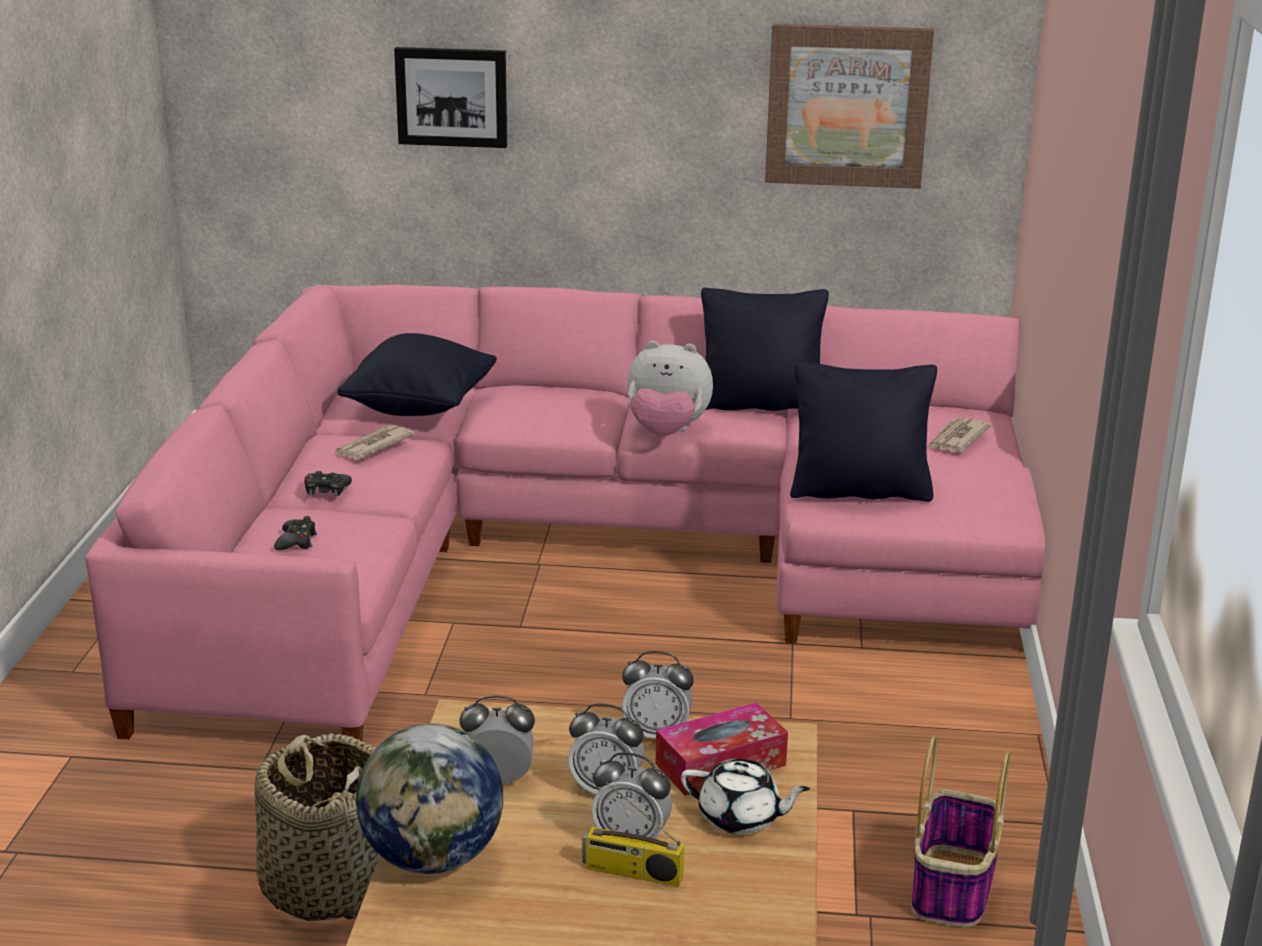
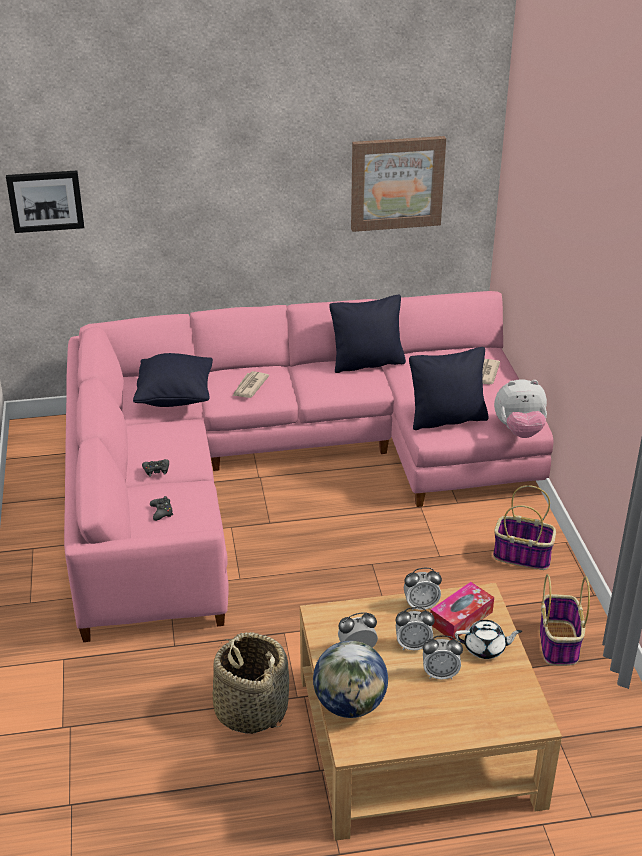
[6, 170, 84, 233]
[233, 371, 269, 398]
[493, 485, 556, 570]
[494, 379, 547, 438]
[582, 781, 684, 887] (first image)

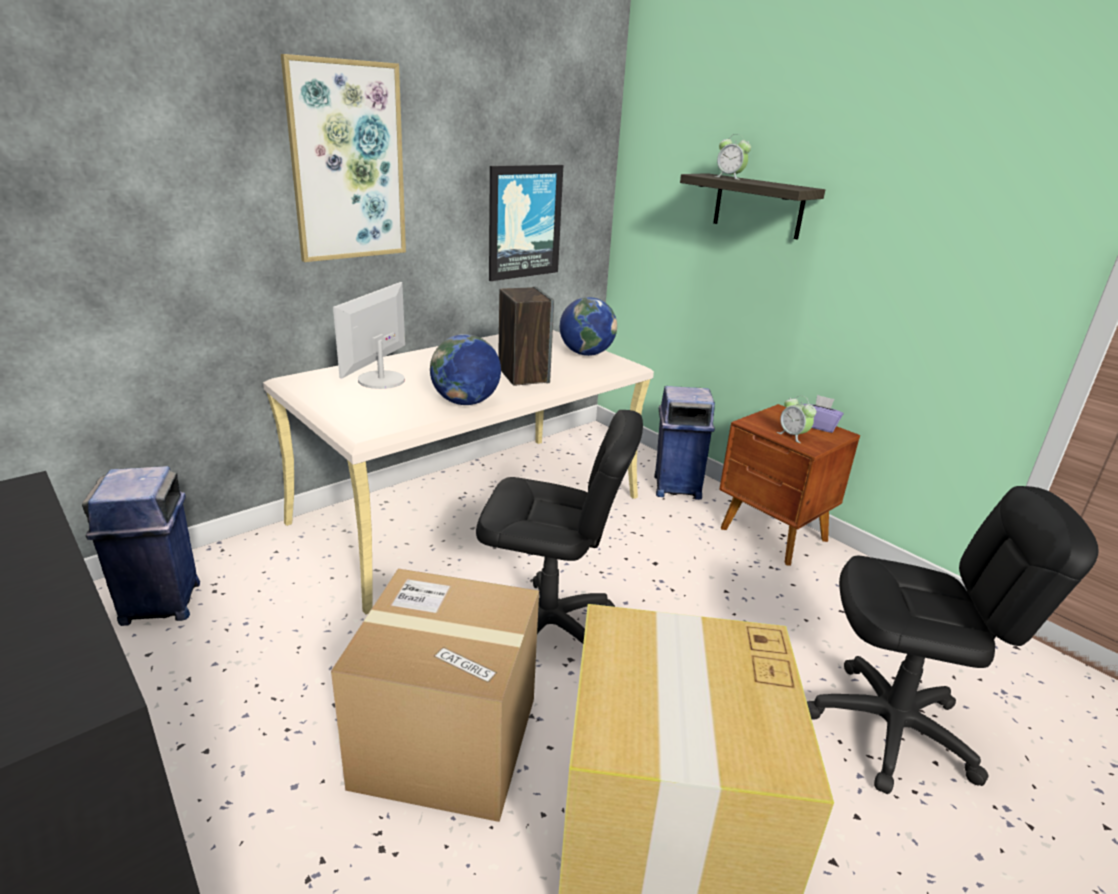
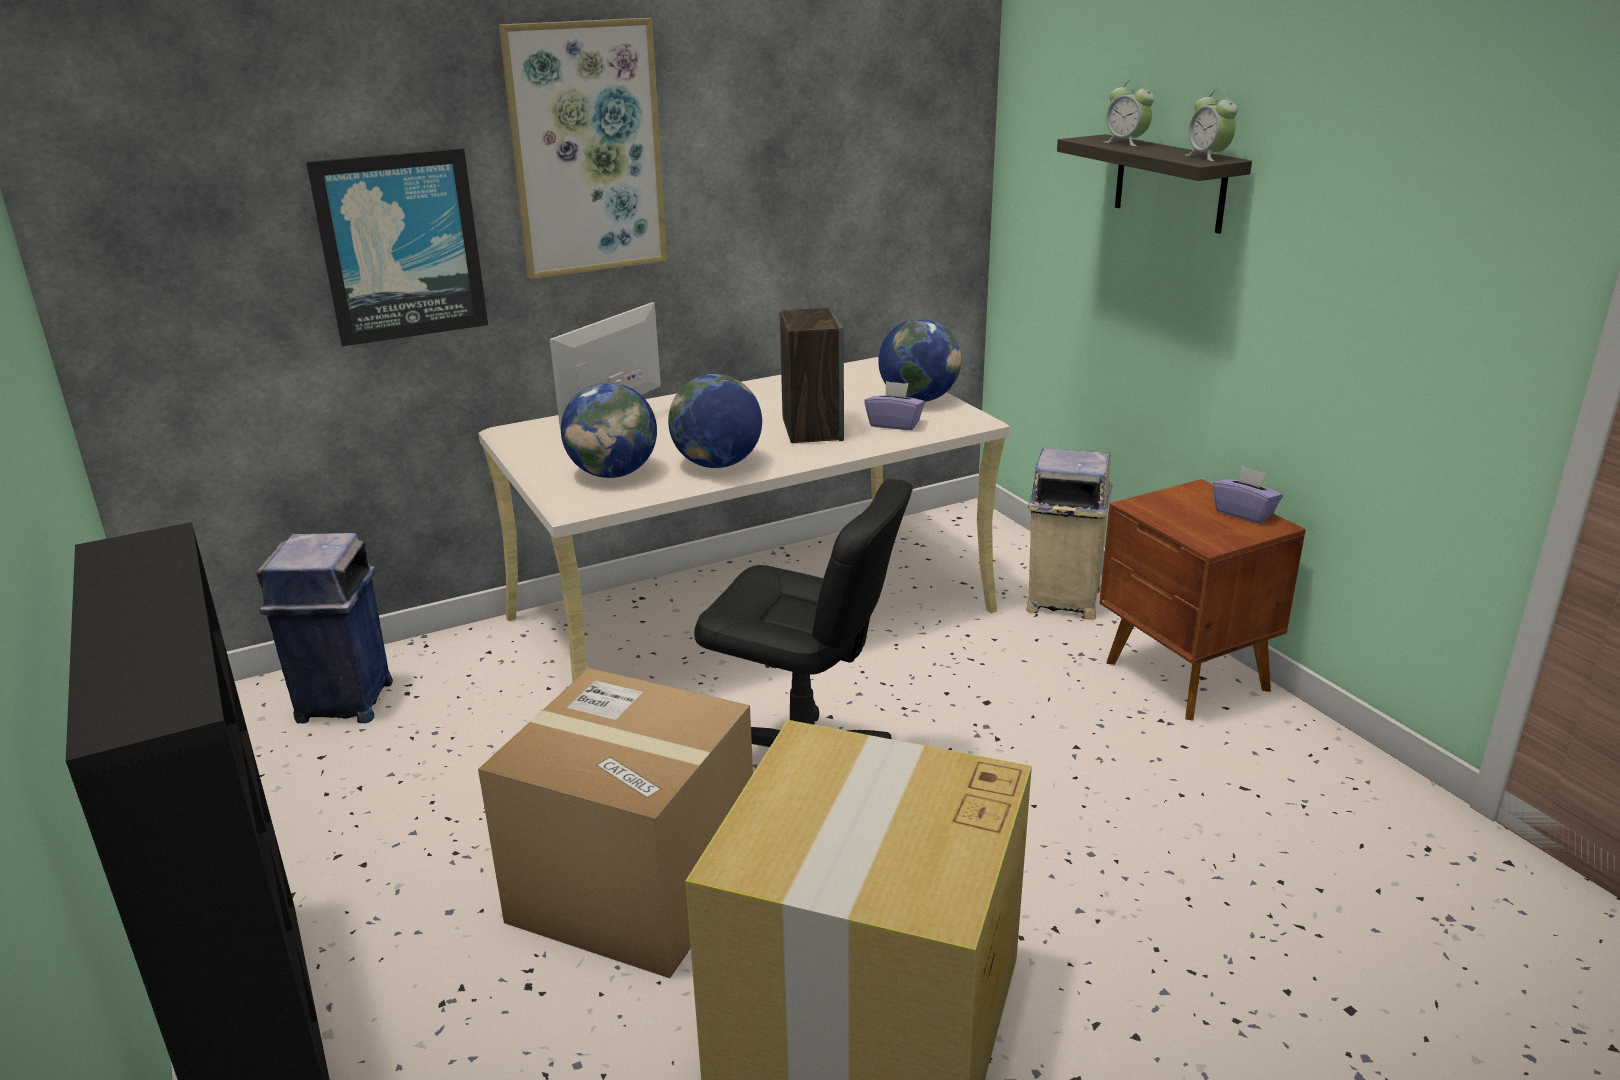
[306, 148, 488, 346]
[561, 382, 657, 478]
[864, 381, 925, 430]
[1026, 448, 1112, 620]
[1185, 89, 1238, 161]
[807, 486, 1099, 794] (first image)

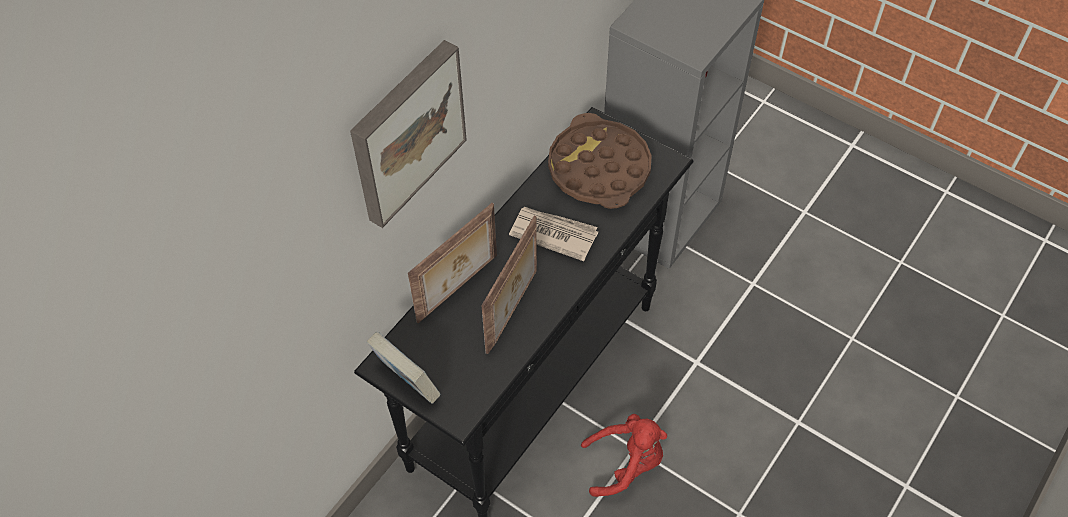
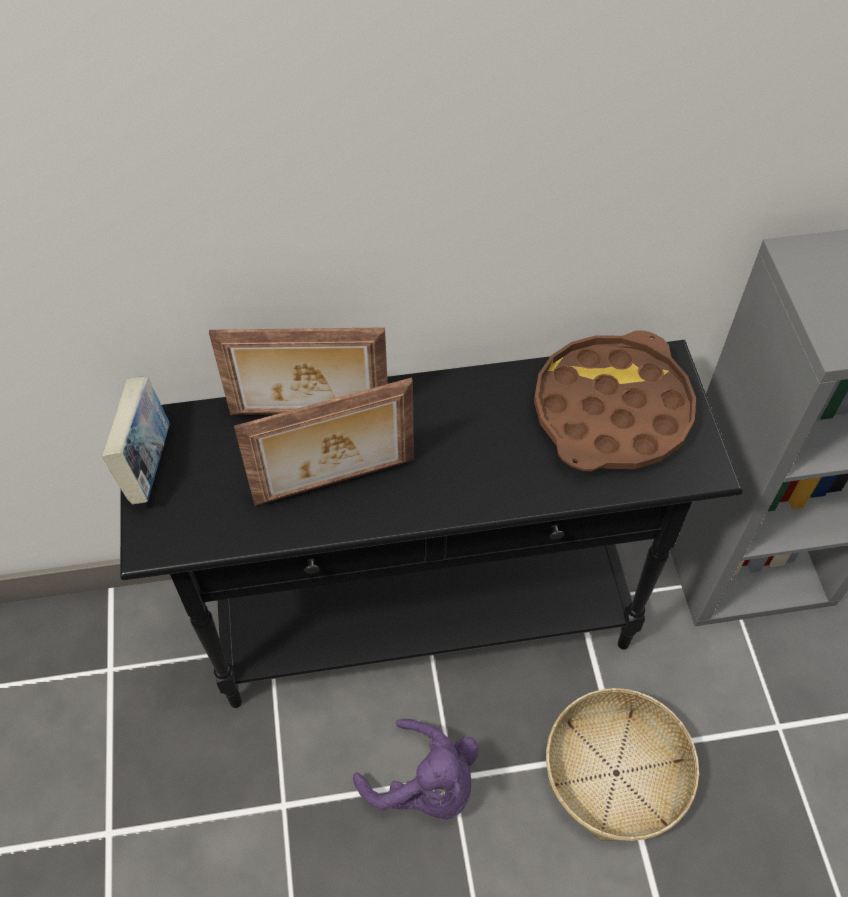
[353, 719, 478, 819]
[546, 688, 699, 841]
[350, 40, 467, 228] (first image)
[509, 207, 598, 261] (first image)

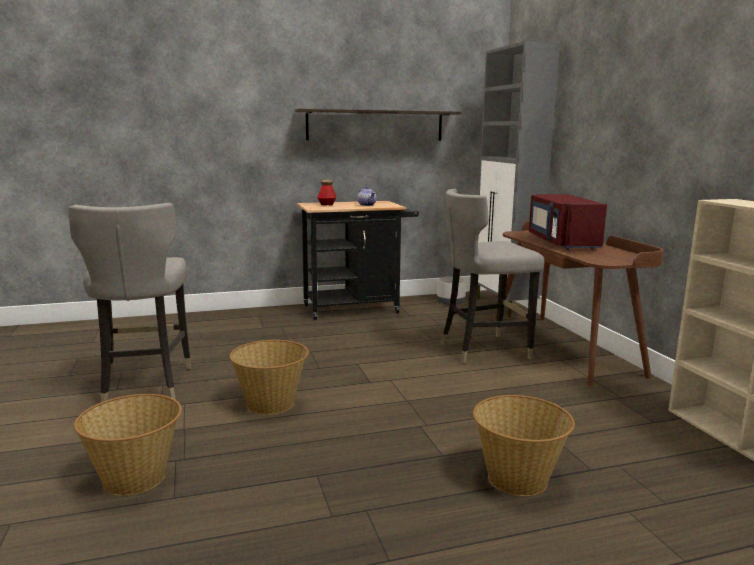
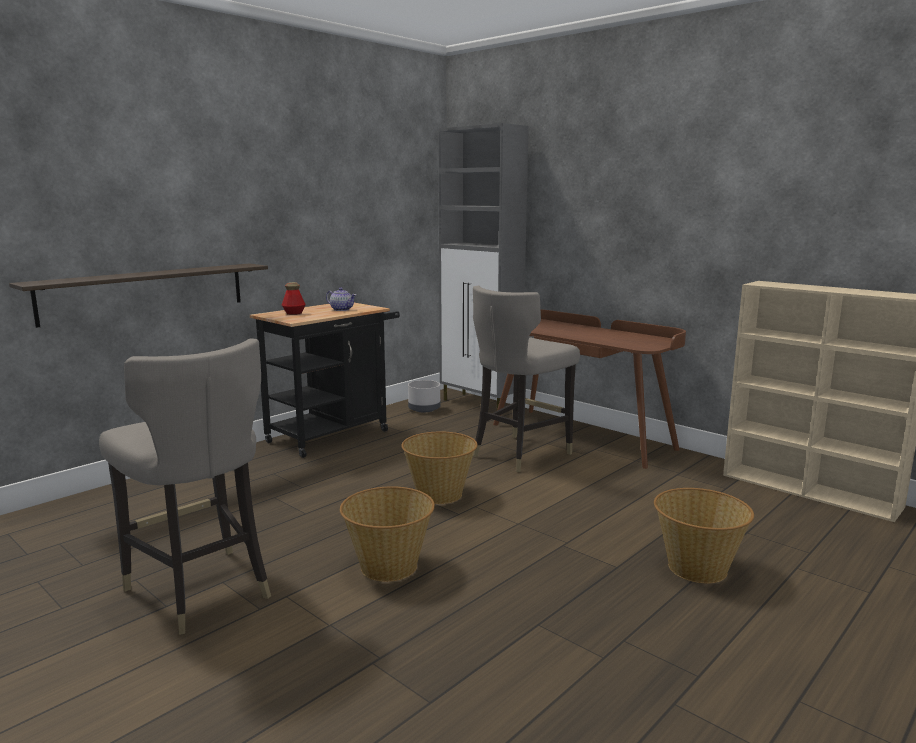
[9, 263, 268, 328]
[401, 432, 478, 504]
[529, 194, 607, 250] (first image)

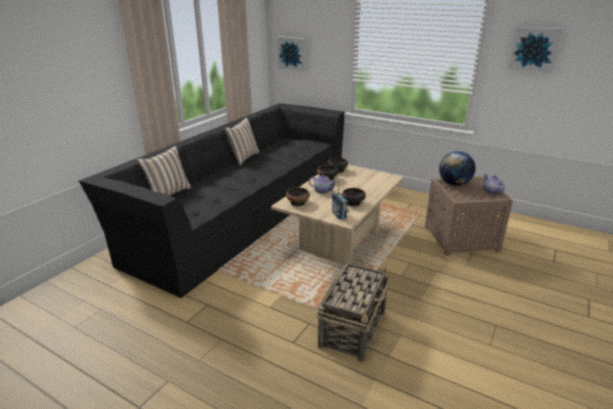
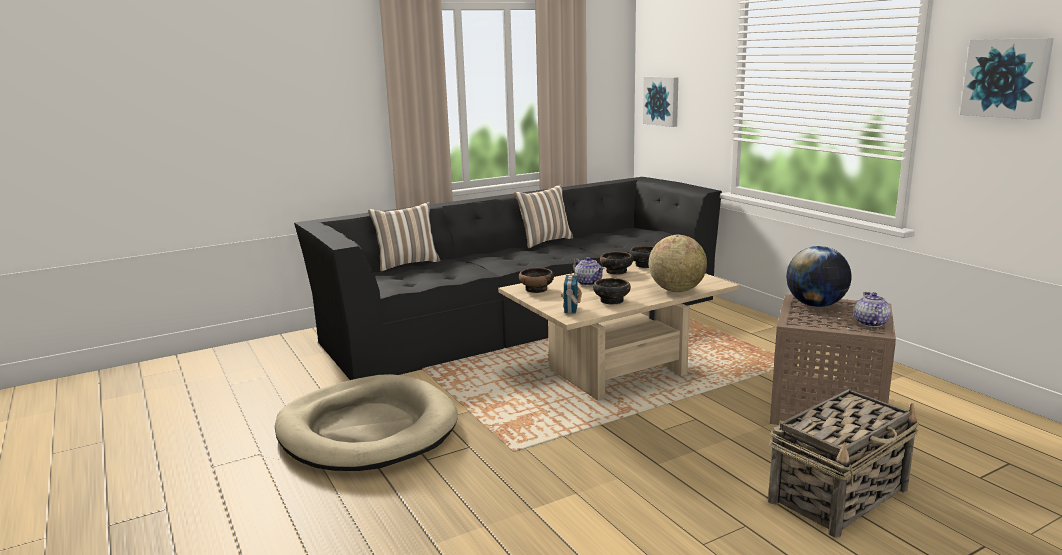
[275, 374, 458, 471]
[649, 235, 707, 292]
[768, 389, 919, 538]

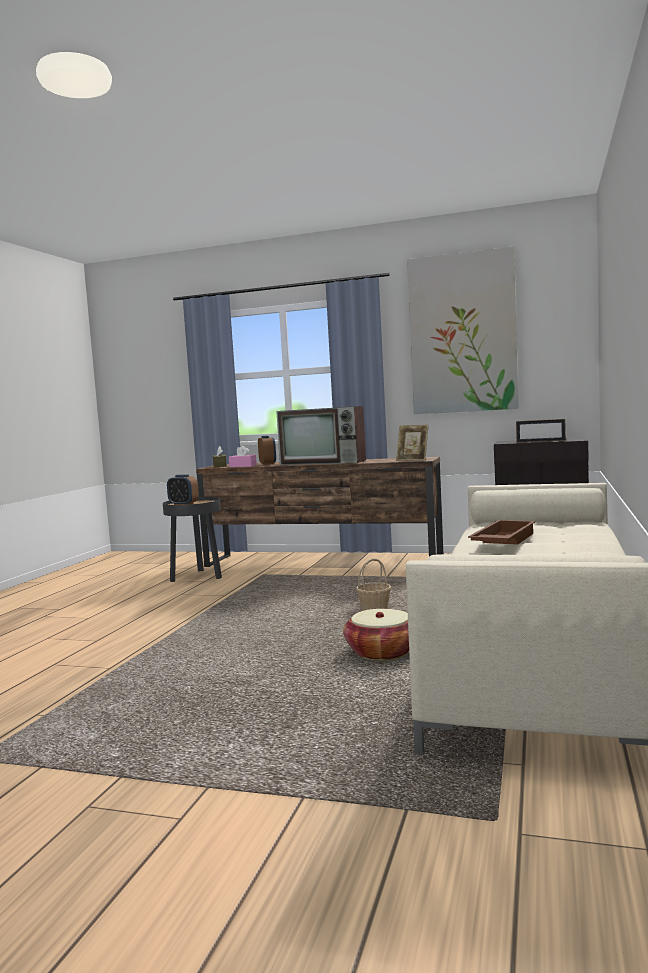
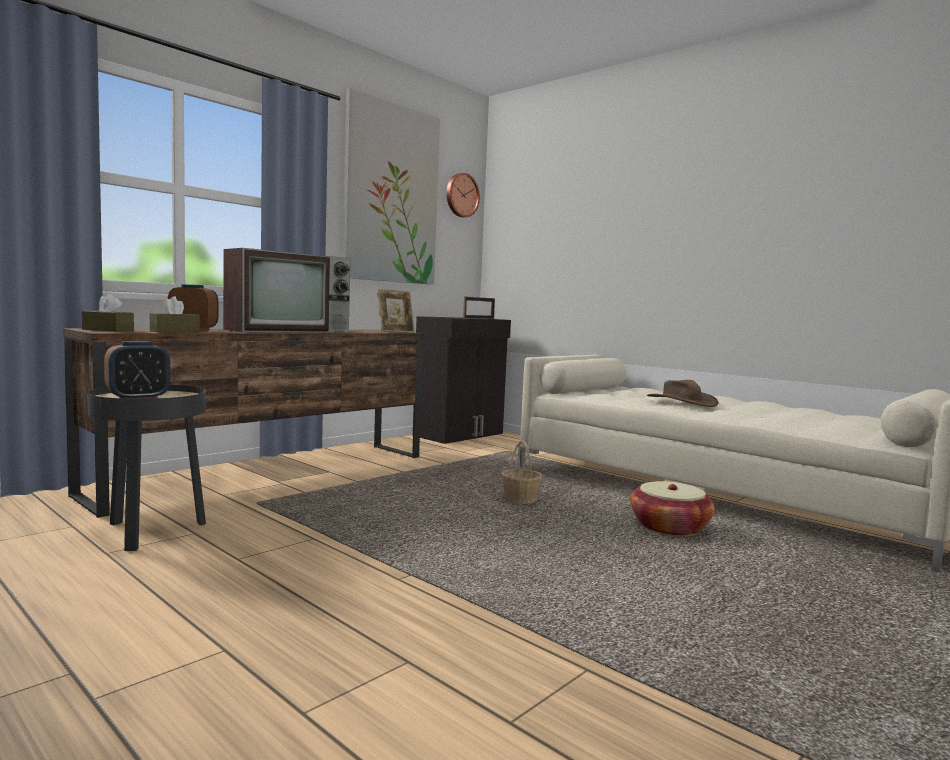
[150, 296, 200, 333]
[446, 173, 480, 217]
[647, 380, 719, 407]

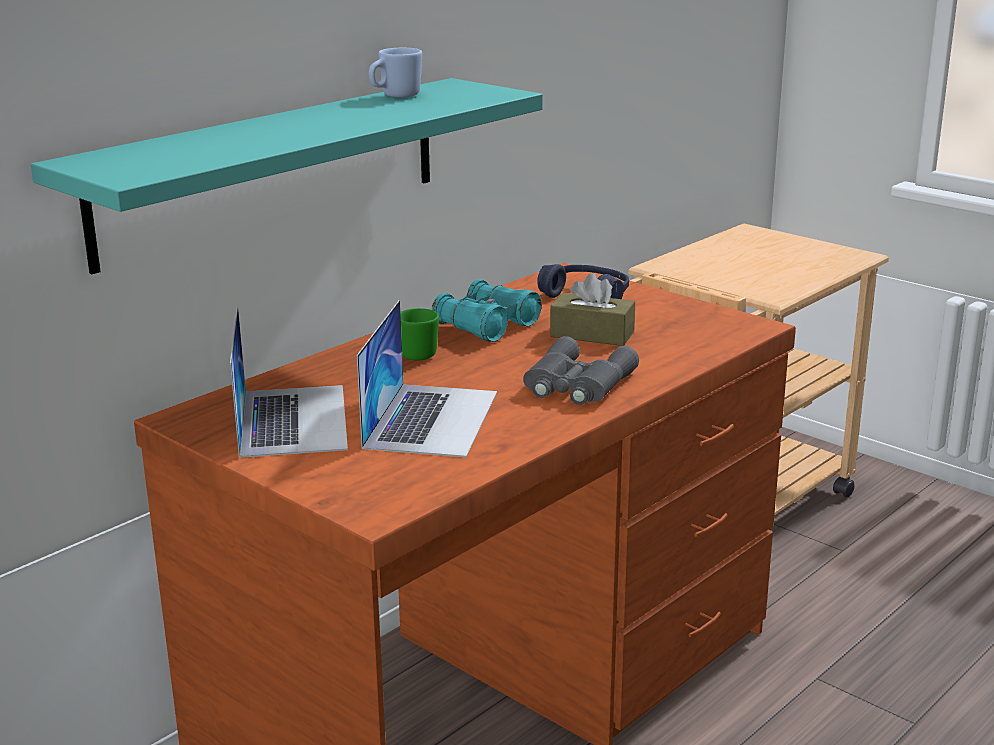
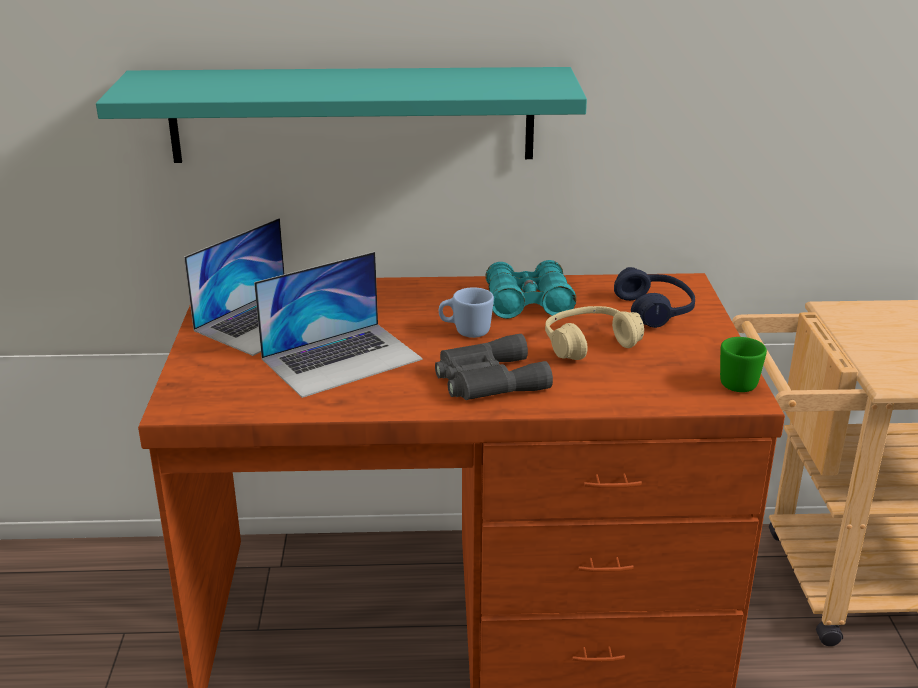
[439, 287, 494, 338]
[545, 306, 644, 360]
[720, 337, 767, 392]

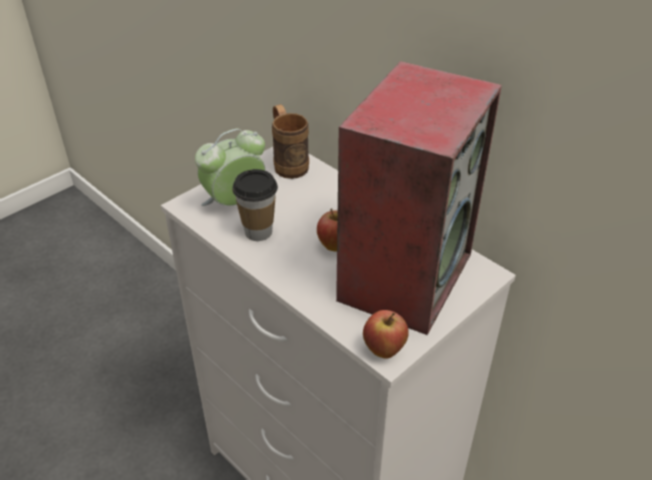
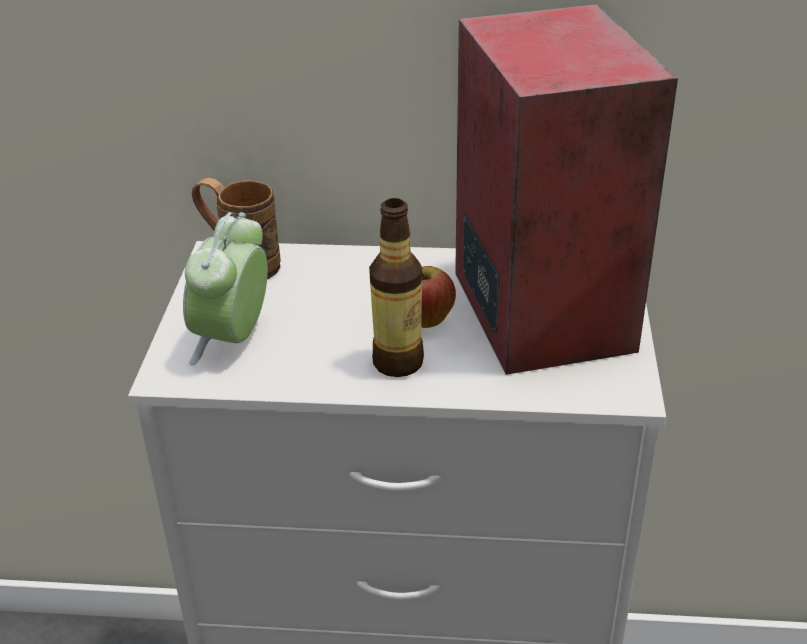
[369, 198, 424, 377]
[232, 169, 278, 241] (first image)
[363, 310, 409, 359] (first image)

